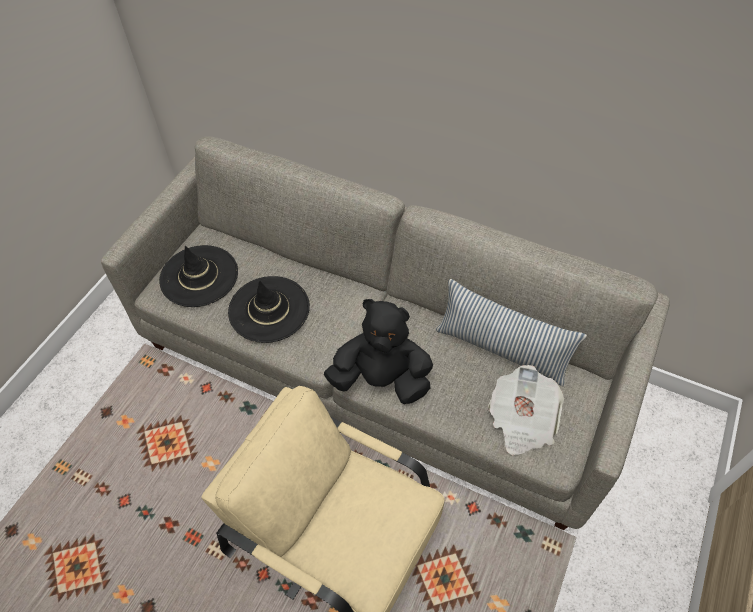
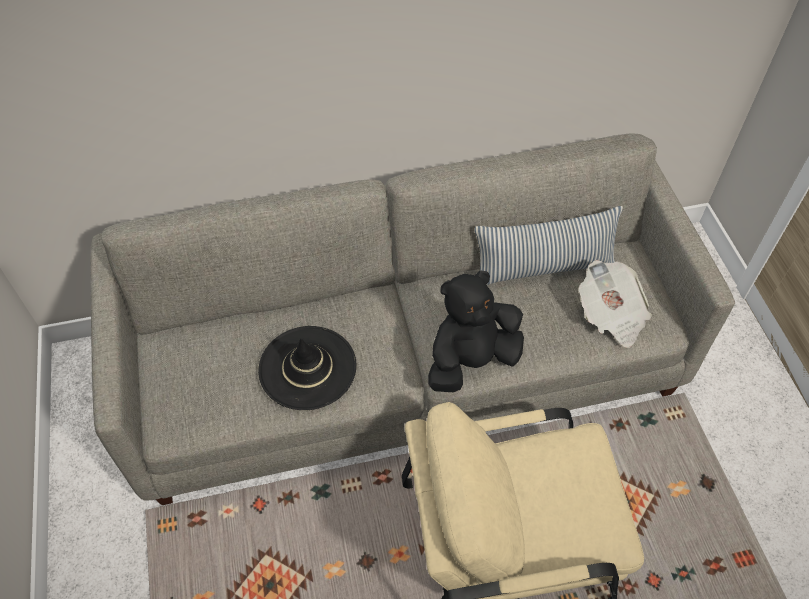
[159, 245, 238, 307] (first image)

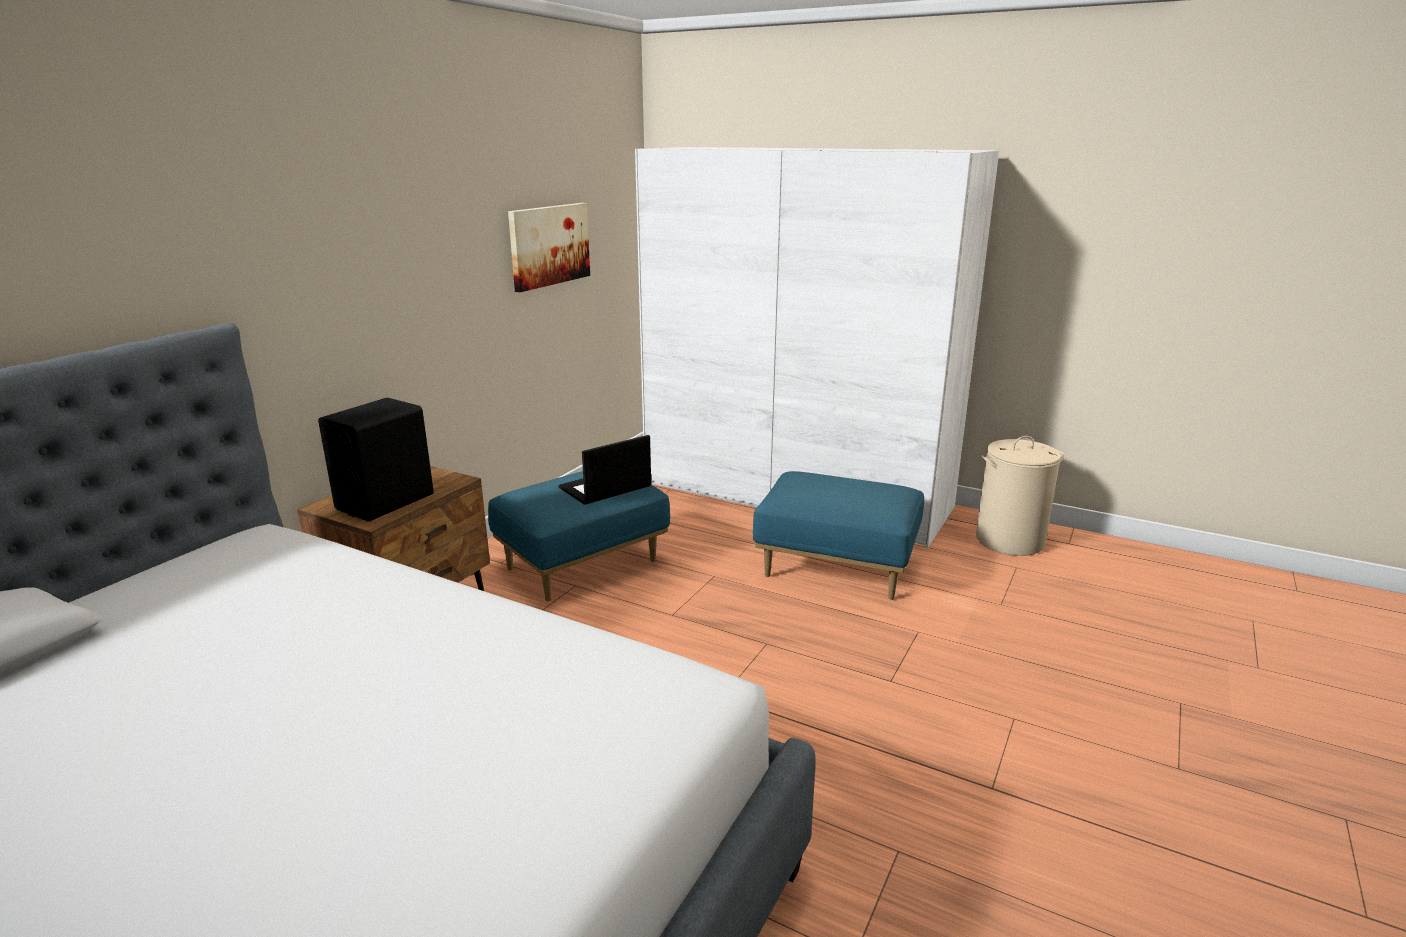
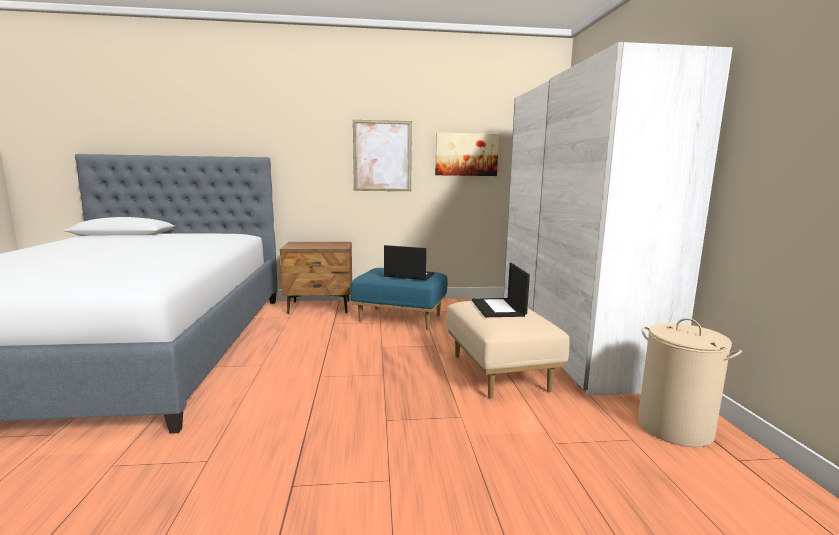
[353, 120, 412, 191]
[446, 301, 570, 399]
[472, 263, 530, 317]
[318, 397, 434, 522] (first image)

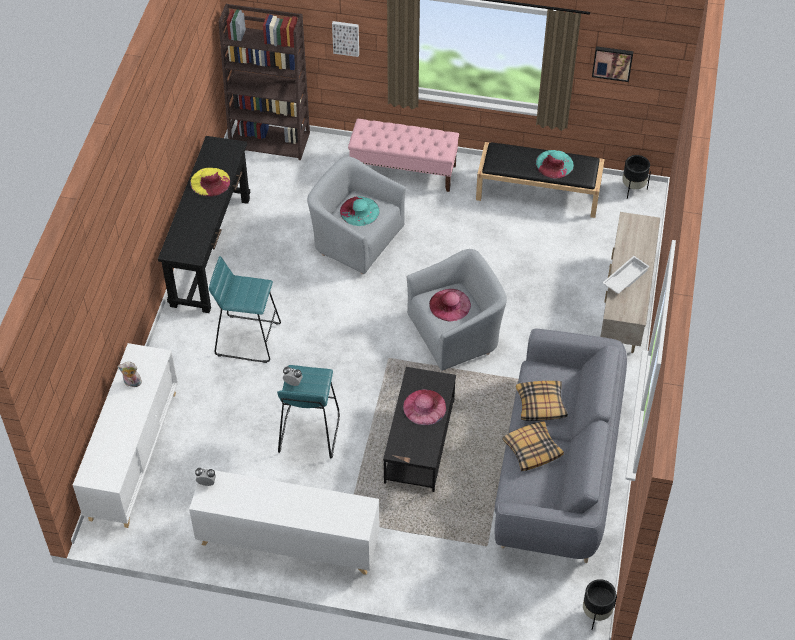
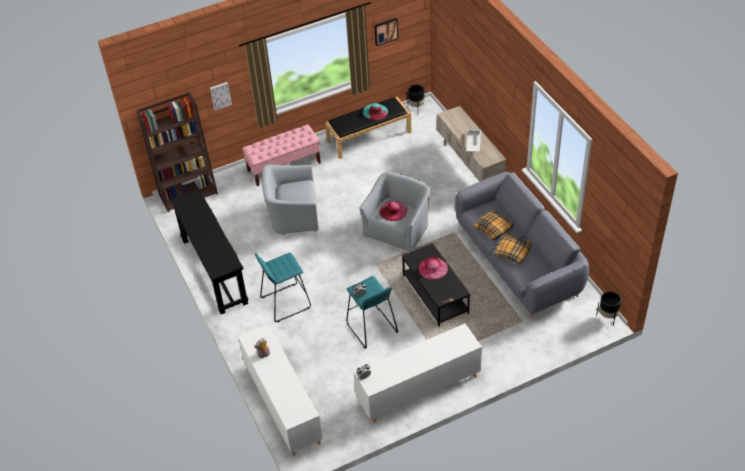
[190, 168, 230, 197] (first image)
[340, 196, 380, 226] (first image)

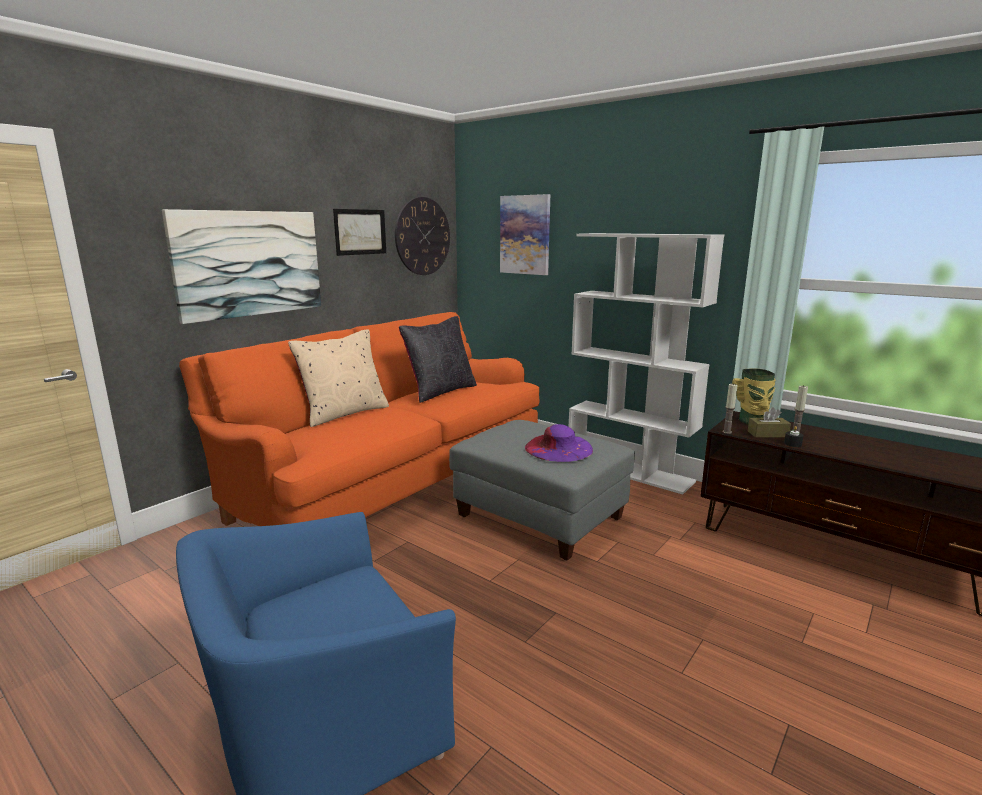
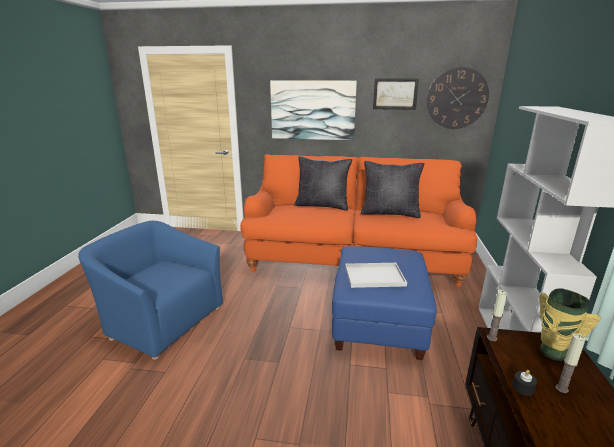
[294, 156, 352, 210]
[332, 246, 437, 360]
[345, 263, 407, 288]
[500, 194, 550, 275] (first image)
[748, 407, 791, 438] (first image)

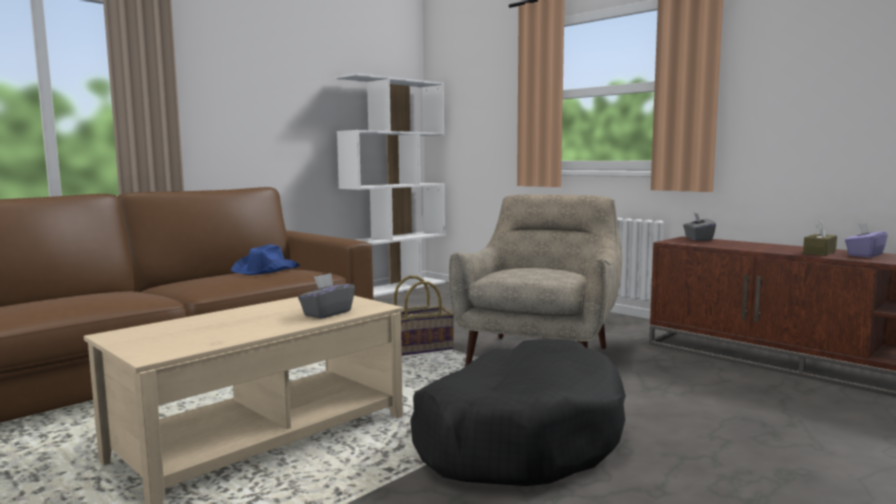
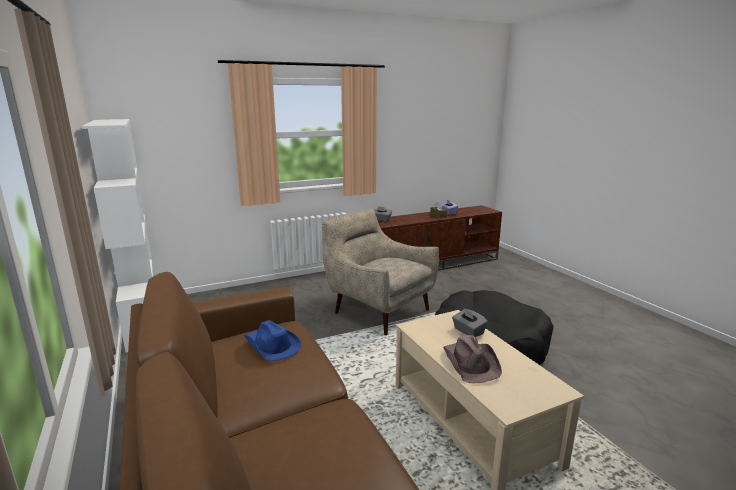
[443, 335, 502, 383]
[394, 275, 454, 356] (first image)

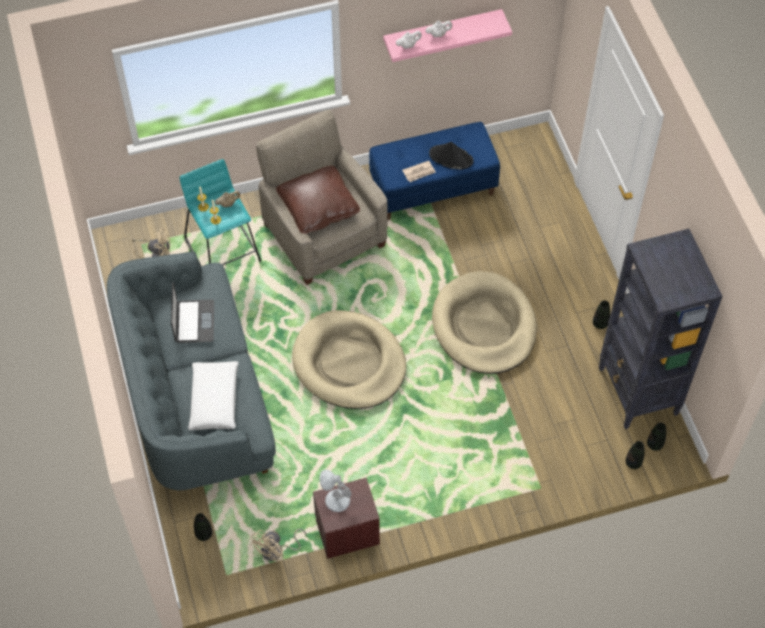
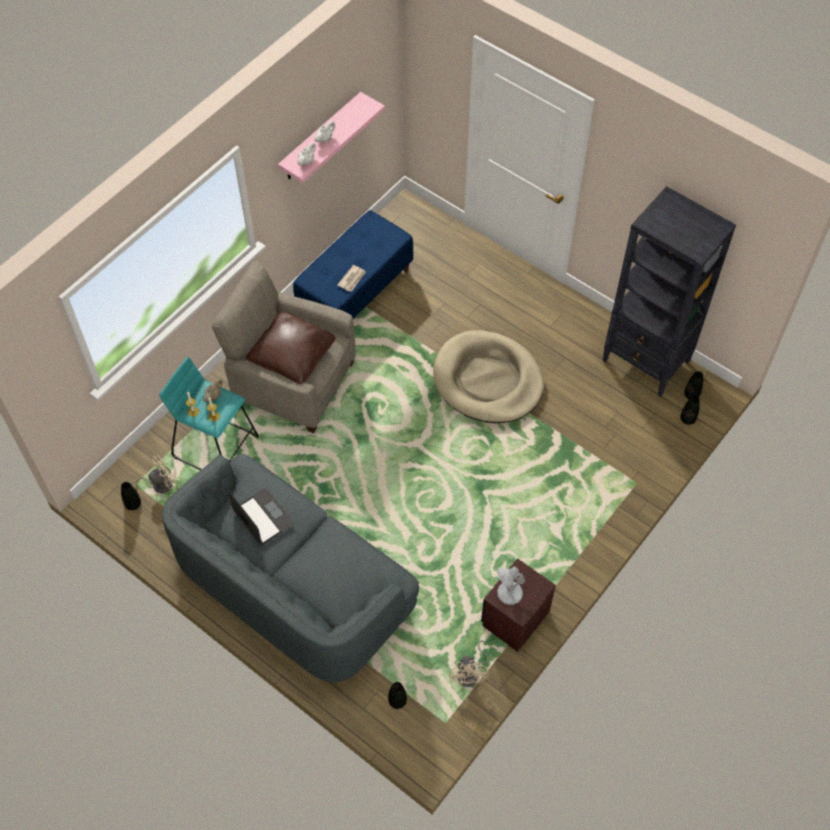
[121, 482, 141, 510]
[188, 361, 239, 430] (first image)
[292, 310, 406, 409] (first image)
[429, 142, 474, 169] (first image)

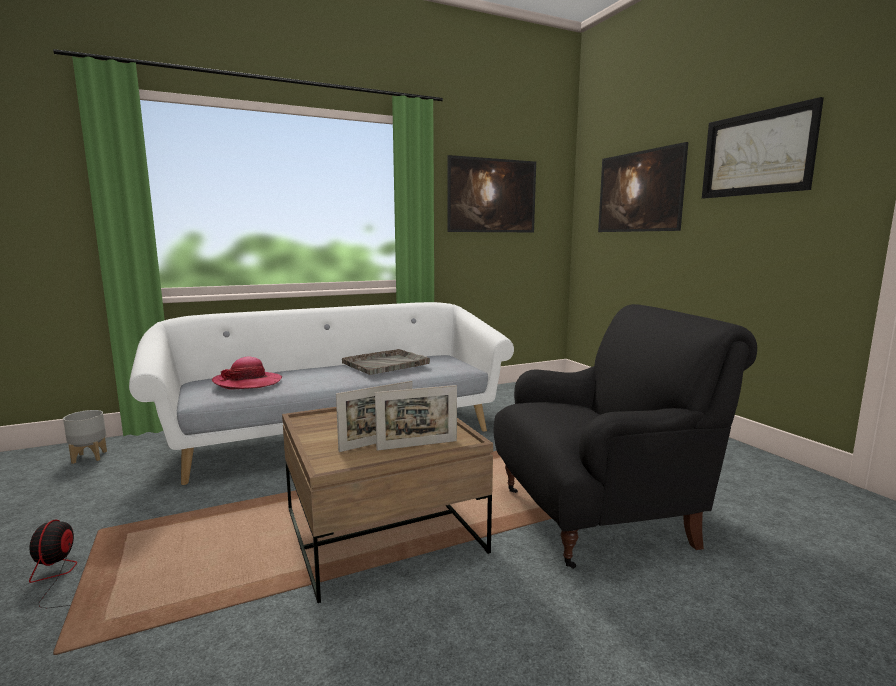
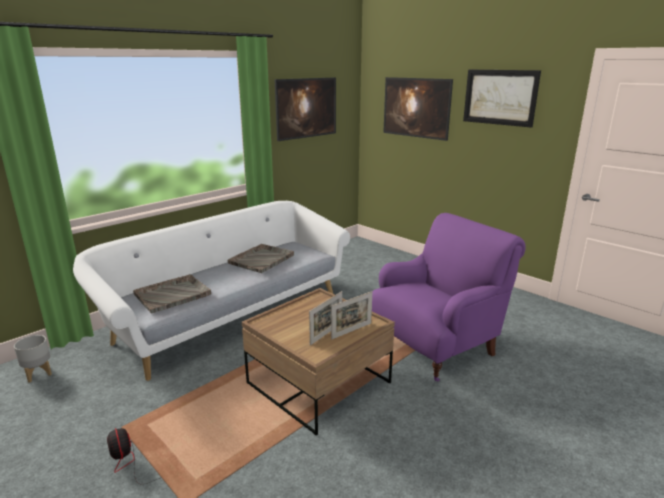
[133, 274, 211, 314]
[372, 213, 526, 381]

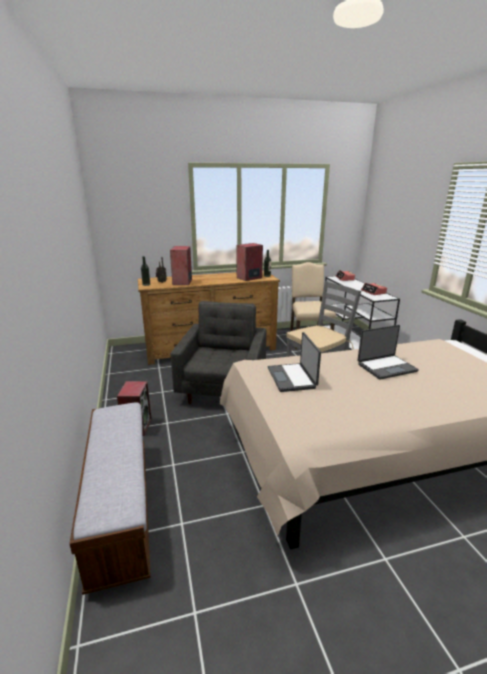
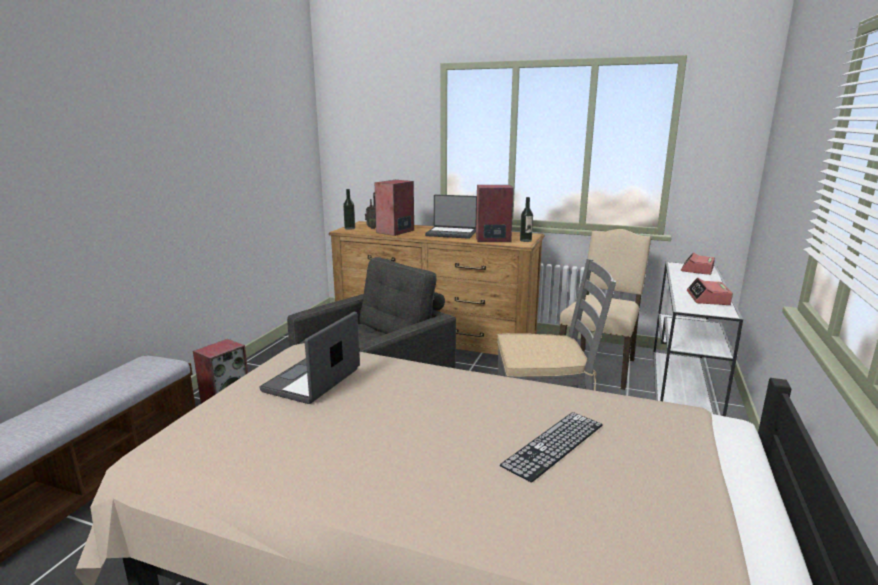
[425, 194, 477, 239]
[500, 412, 603, 483]

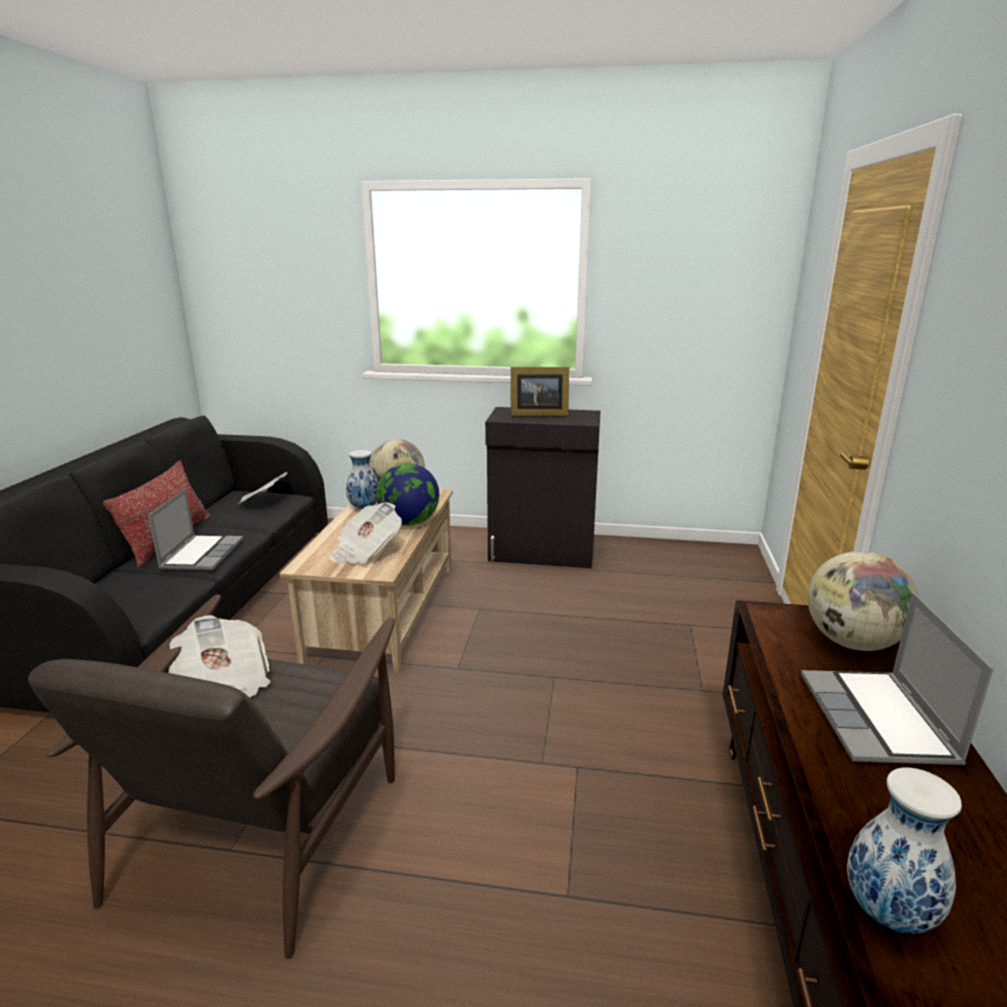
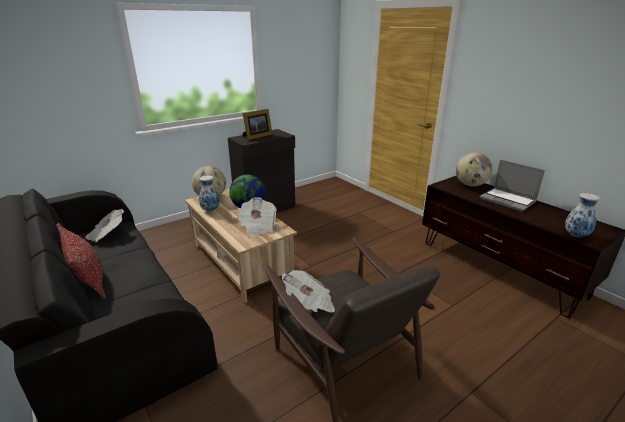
[148, 488, 243, 570] (first image)

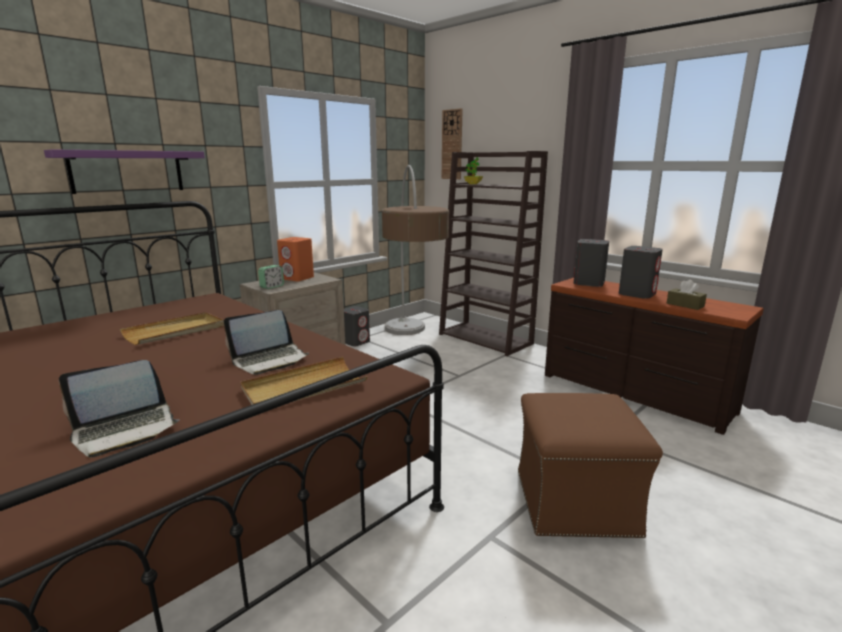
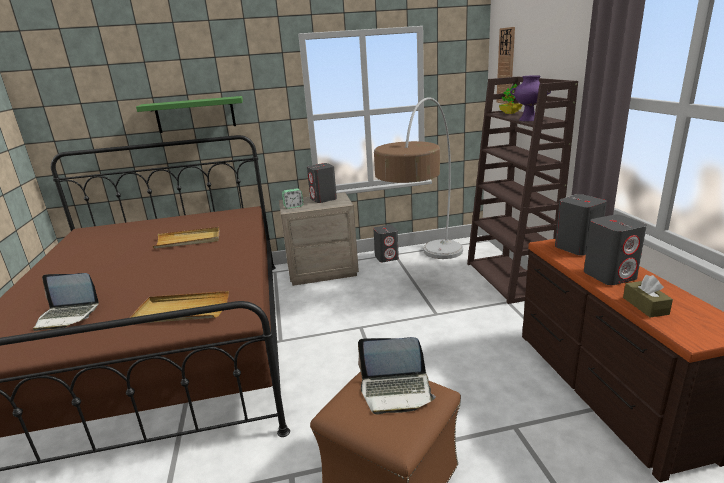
[136, 96, 243, 133]
[307, 163, 337, 203]
[358, 337, 436, 414]
[510, 75, 551, 121]

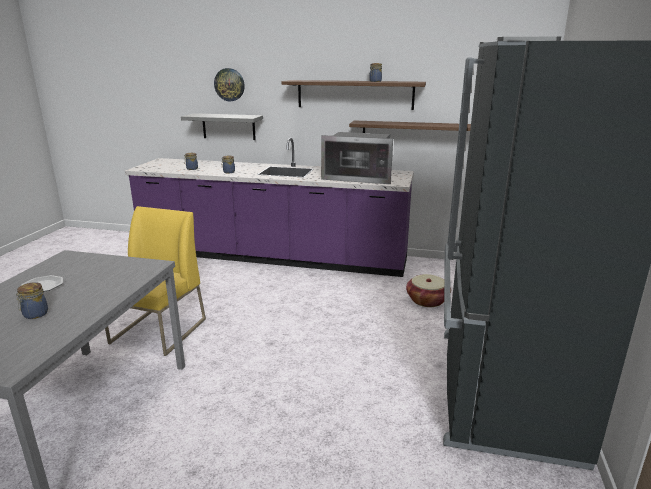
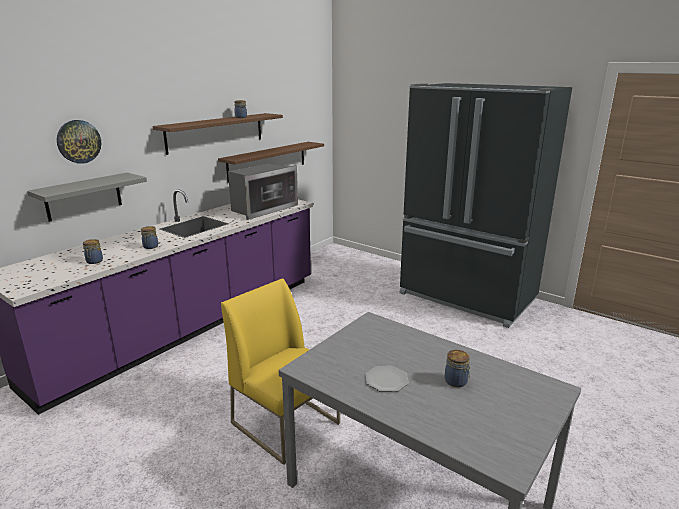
[406, 274, 451, 307] (first image)

